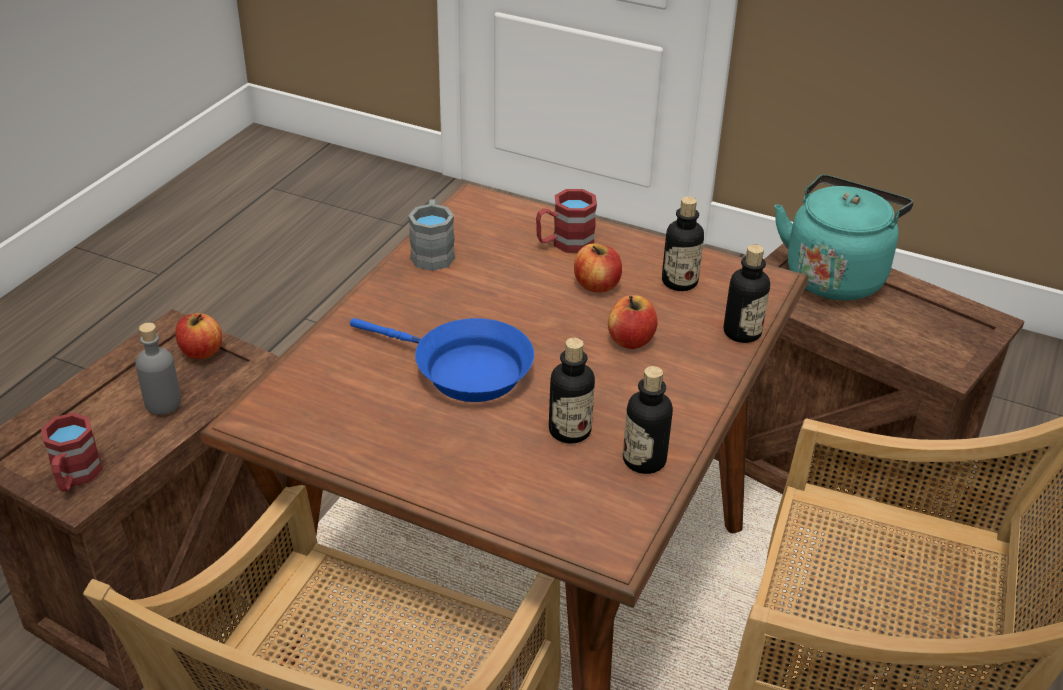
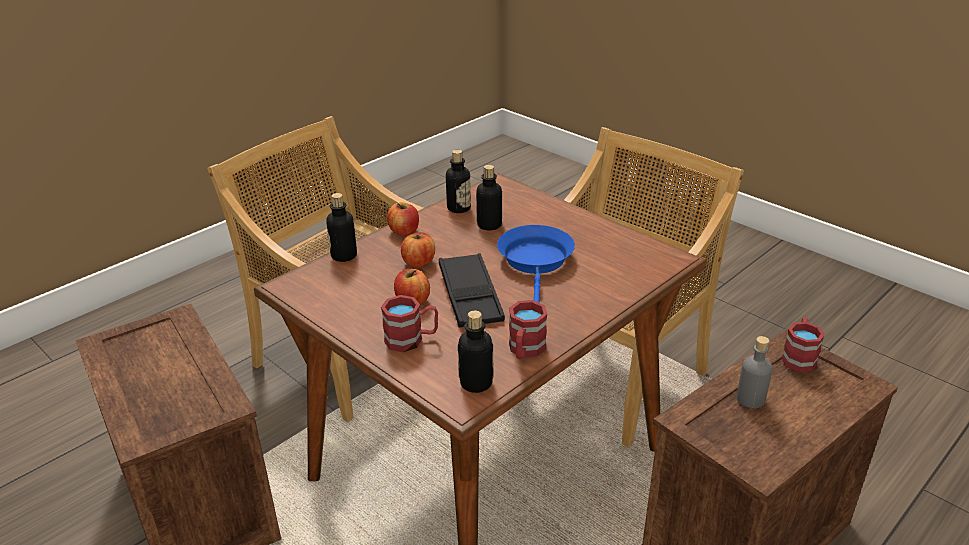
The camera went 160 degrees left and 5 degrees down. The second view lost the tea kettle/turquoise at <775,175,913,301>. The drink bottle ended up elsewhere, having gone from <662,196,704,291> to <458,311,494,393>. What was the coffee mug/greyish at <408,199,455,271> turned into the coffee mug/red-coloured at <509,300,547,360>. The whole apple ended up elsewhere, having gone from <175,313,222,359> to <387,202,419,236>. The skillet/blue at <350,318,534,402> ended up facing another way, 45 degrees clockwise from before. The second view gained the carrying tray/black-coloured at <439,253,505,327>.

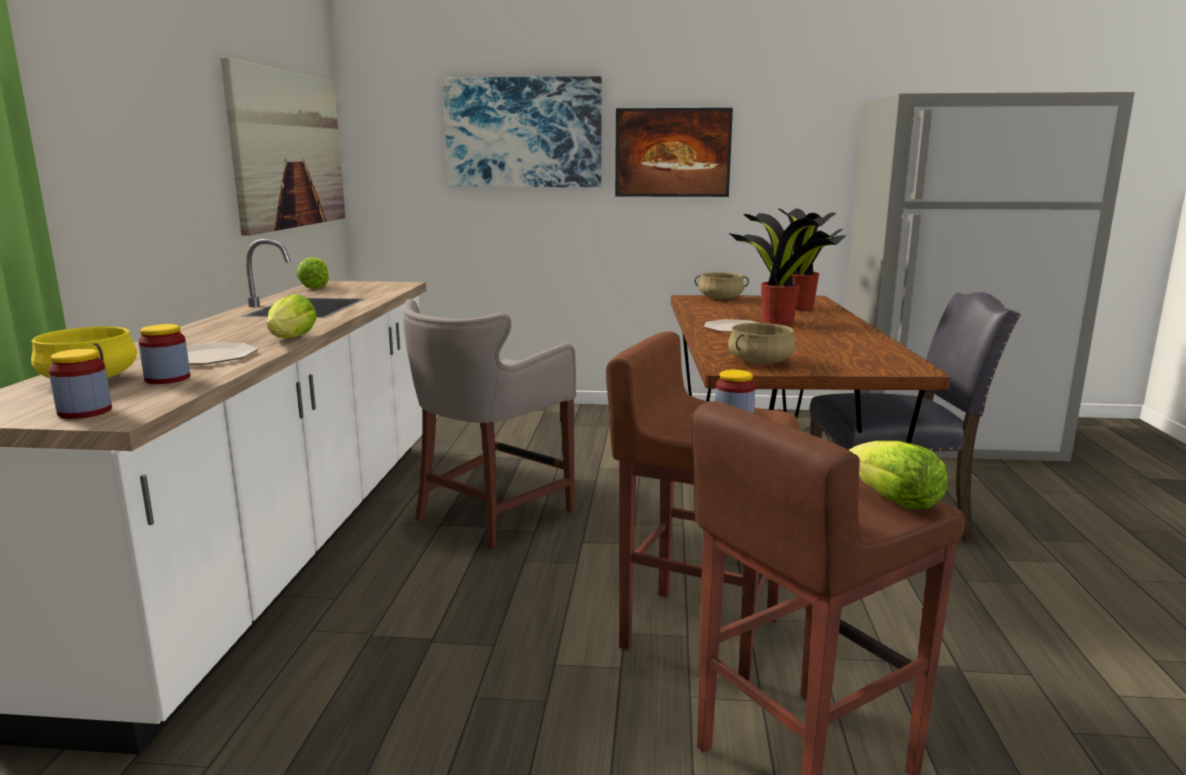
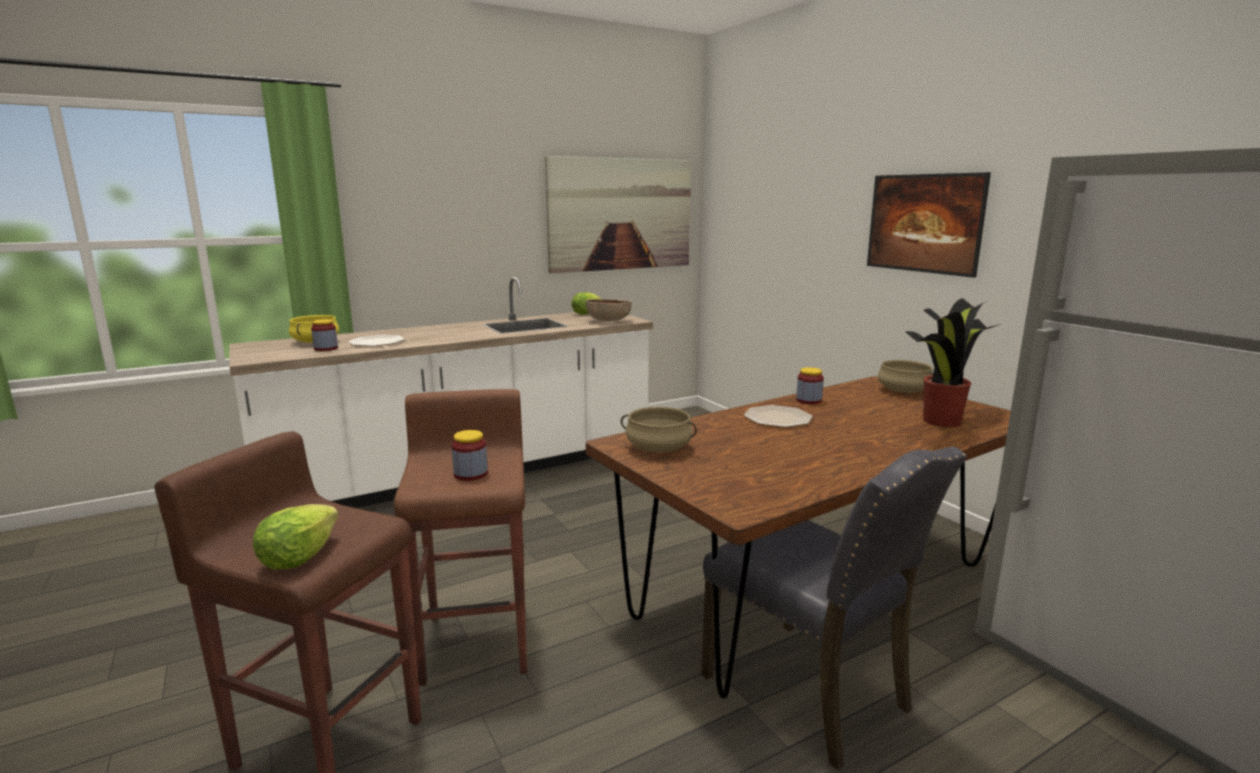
The camera went 55 degrees right and 0 degrees up. The second view lost the wall art at <443,76,602,187>. The second view lost the plant in a pot at <729,213,847,325>. The second view lost the head of lettuce at <267,294,317,338>. The second view lost the stool seat/greyish at <403,299,576,549>. The jar ended up elsewhere, having gone from <48,349,112,419> to <796,367,824,404>. The second view gained the deep dish/brown-coloured at <586,299,632,322>.

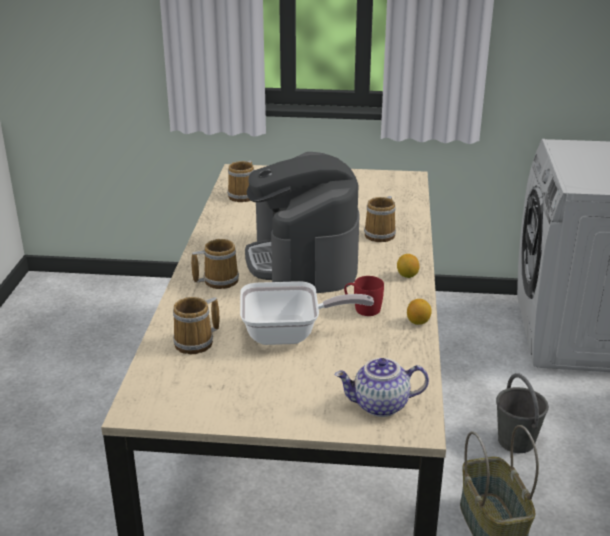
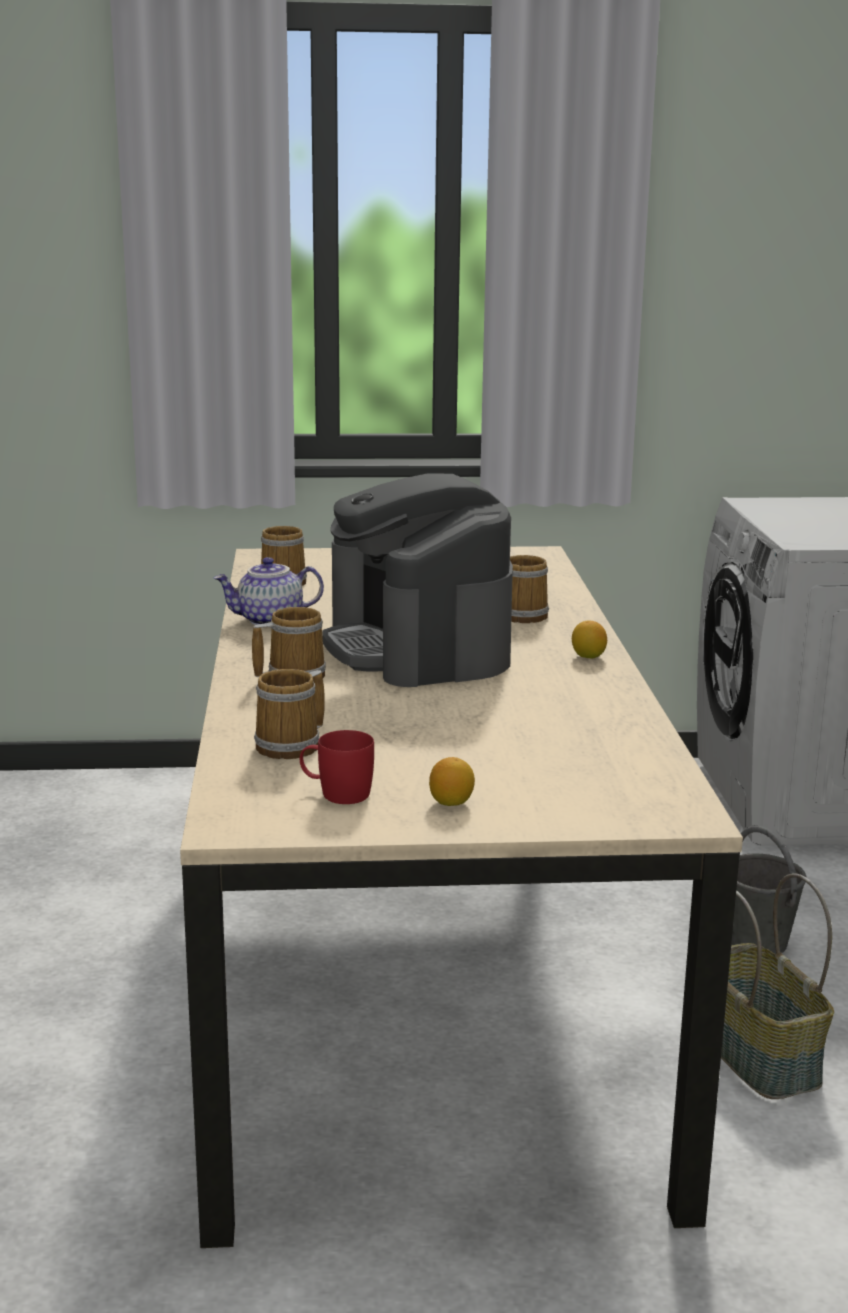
The camera went 10 degrees left and 10 degrees down. The coffee mug/red-coloured ended up elsewhere, having gone from <344,276,384,316> to <300,730,374,804>. The second view lost the skillet at <240,281,374,345>. The whole lemon ended up elsewhere, having gone from <407,299,432,325> to <429,757,475,806>. The teapot ended up elsewhere, having gone from <334,358,429,417> to <214,557,324,625>.

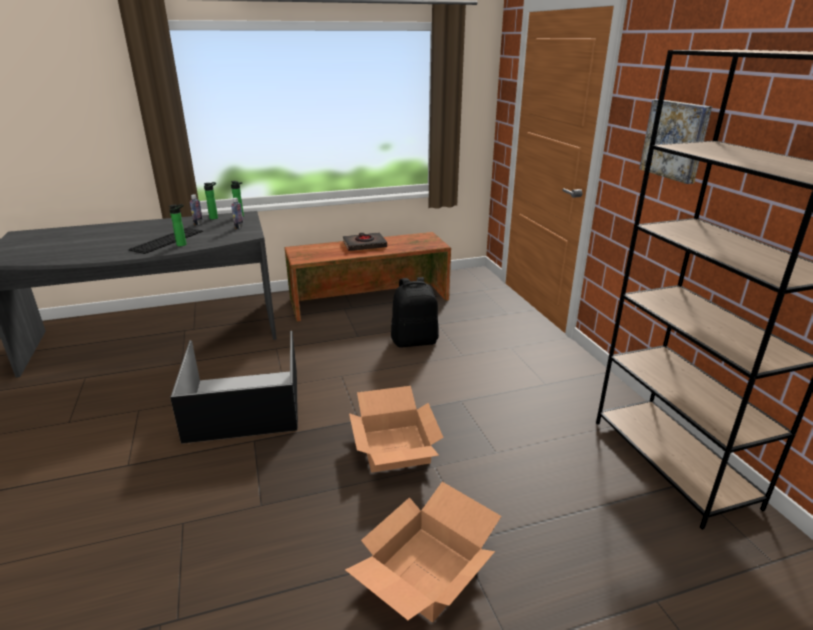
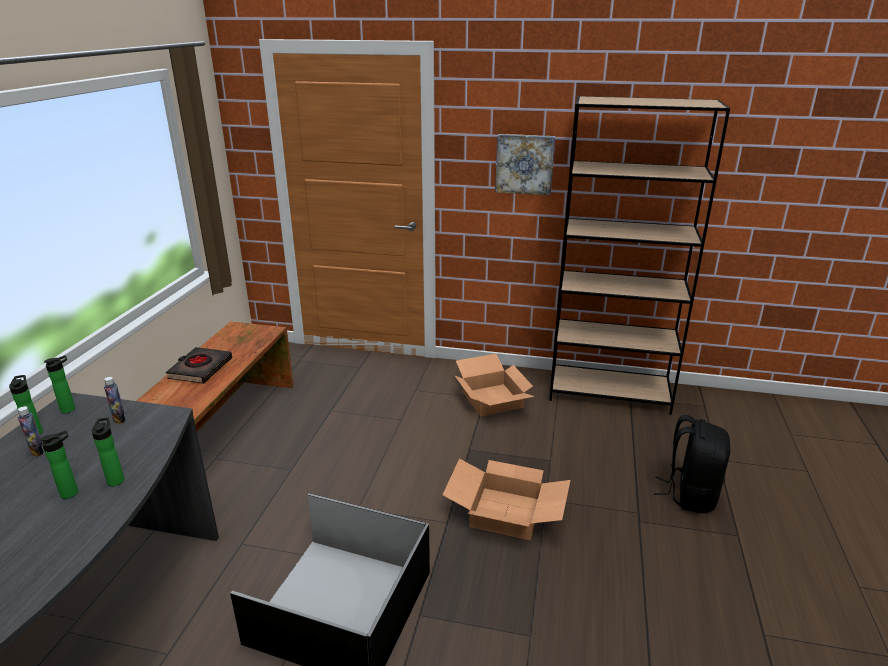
The camera went 60 degrees left and 0 degrees up. Where the keyboard stood at <129,228,203,254>, the drink bottle came to stand at <40,430,78,499>. The rucksack/black-coloured ended up elsewhere, having gone from <391,277,439,347> to <654,415,730,513>. The carton ended up elsewhere, having gone from <345,482,501,622> to <454,354,535,416>.

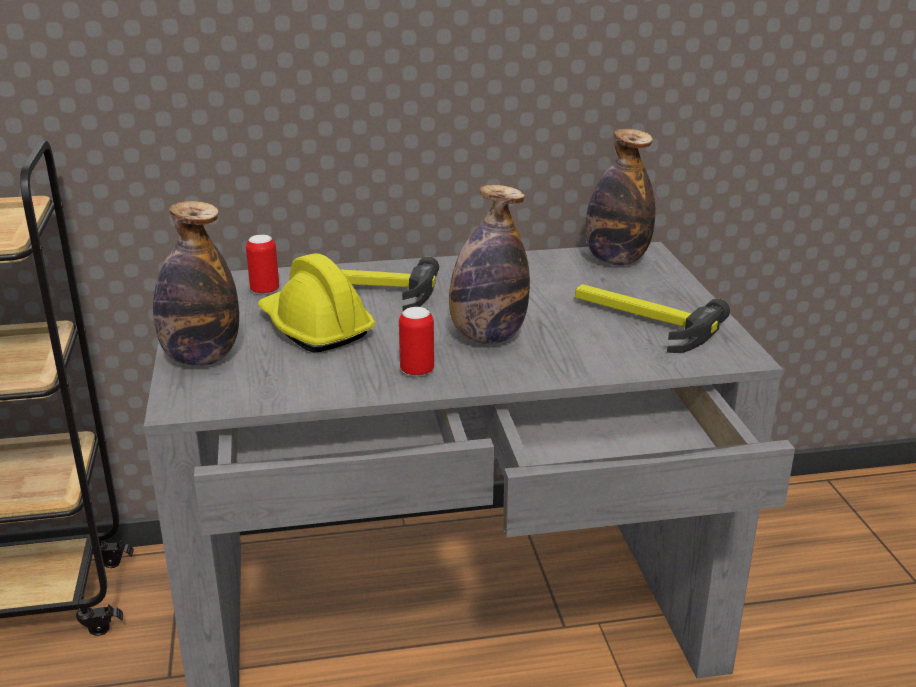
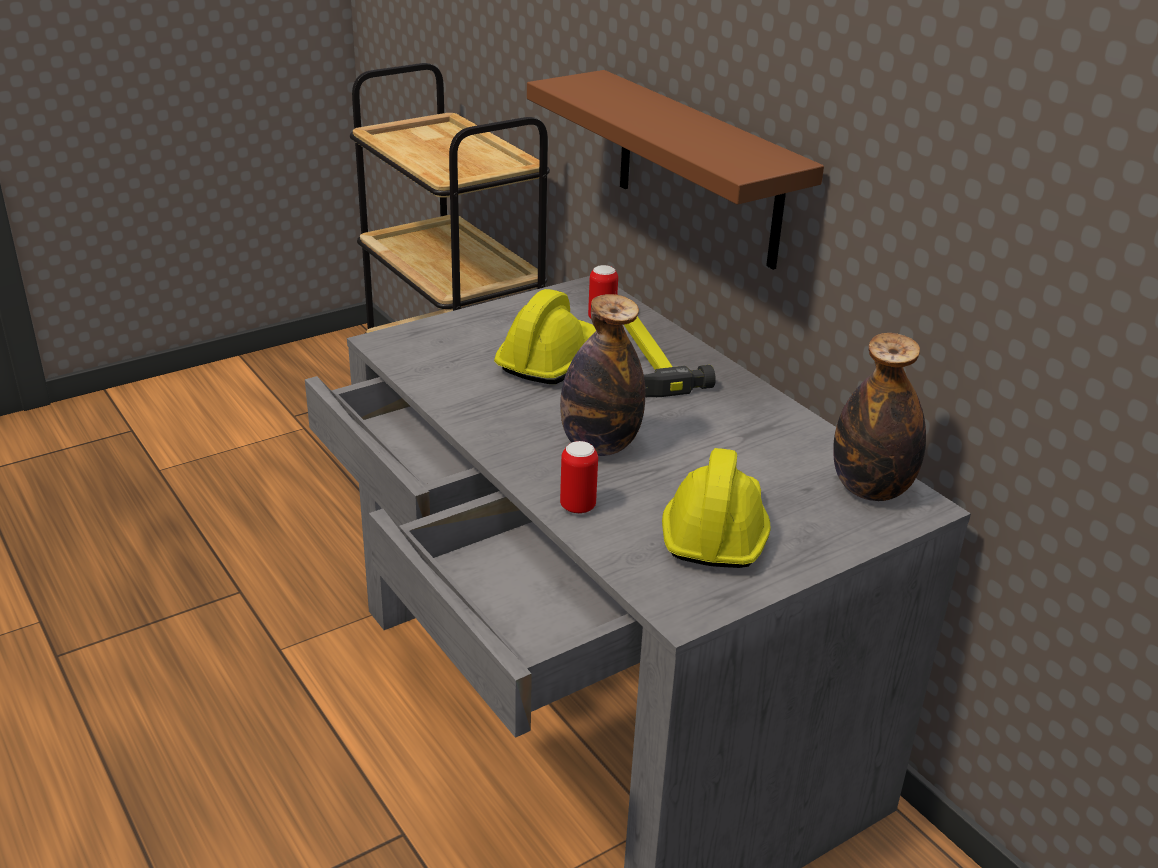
The camera went 65 degrees right and 5 degrees up. The second view lost the drink bottle at <153,201,239,366>. Where the hand hammer stood at <575,284,730,353>, the hard hat/yellow-coloured came to stand at <662,448,771,568>. The can ended up elsewhere, having gone from <399,307,434,377> to <560,441,598,514>. The second view gained the bracket shelf/brown-coloured at <527,70,824,270>.

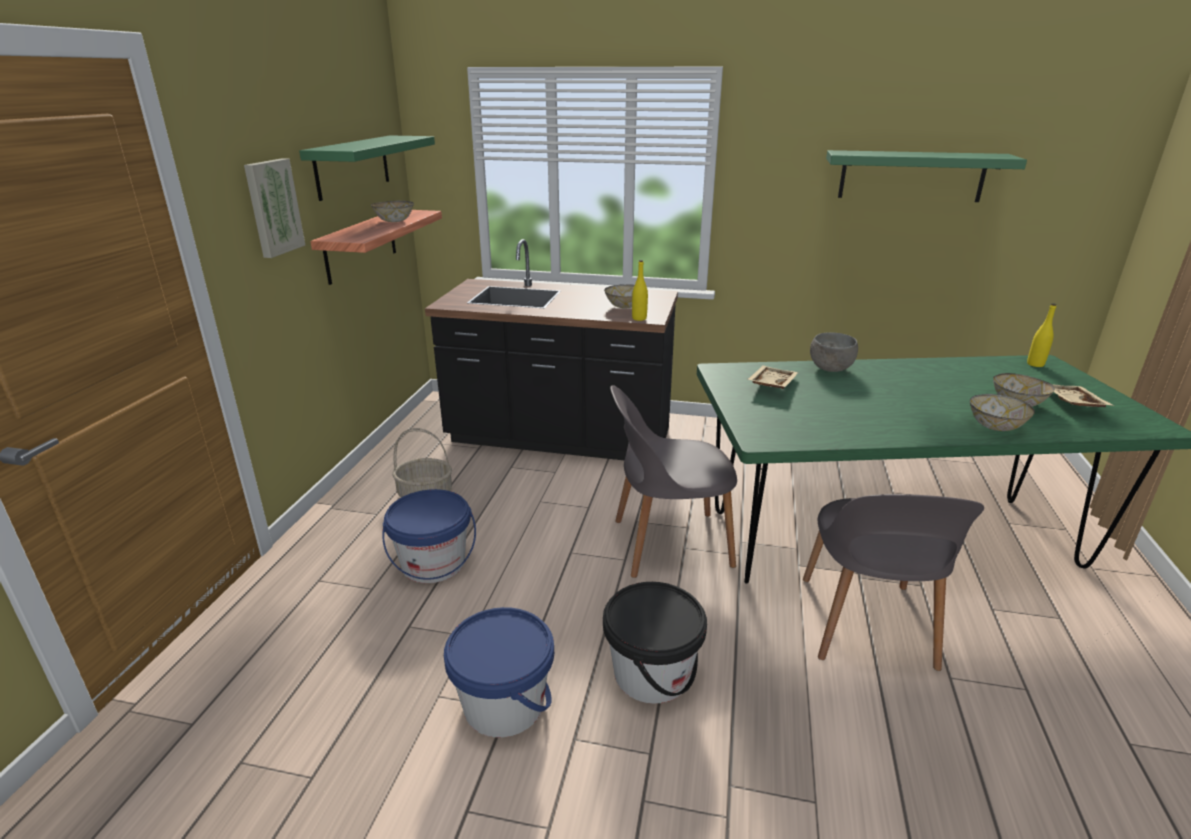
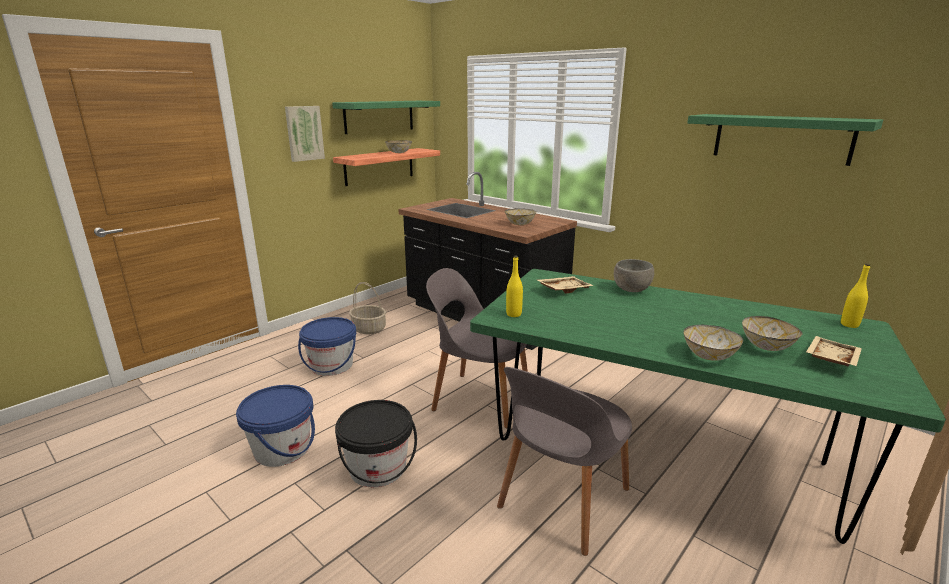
The camera went 30 degrees right and 5 degrees down. The drink bottle/yellow-coloured ended up elsewhere, having gone from <632,260,648,321> to <506,255,523,317>.

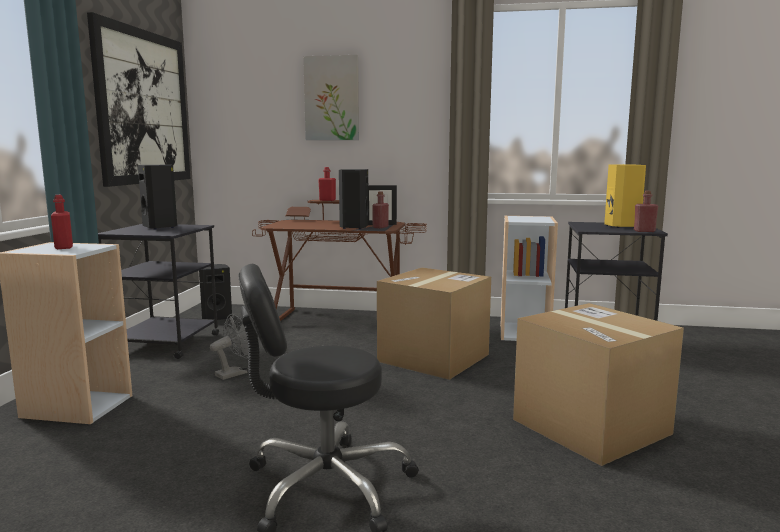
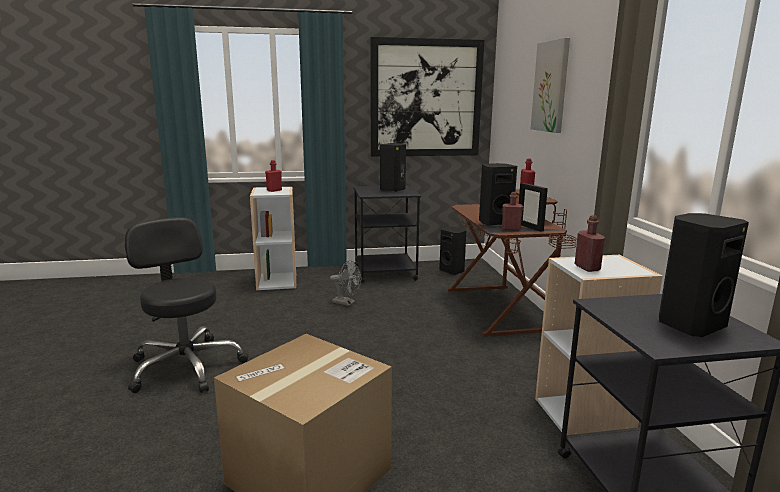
The camera went 70 degrees right and 5 degrees up. What was the speaker/yellow-coloured at <604,164,646,228> turned into the speaker/black-coloured at <659,213,749,337>. The drink bottle/red-coloured ended up elsewhere, having gone from <634,191,658,232> to <575,215,605,272>. The second view lost the carton at <377,268,491,380>.

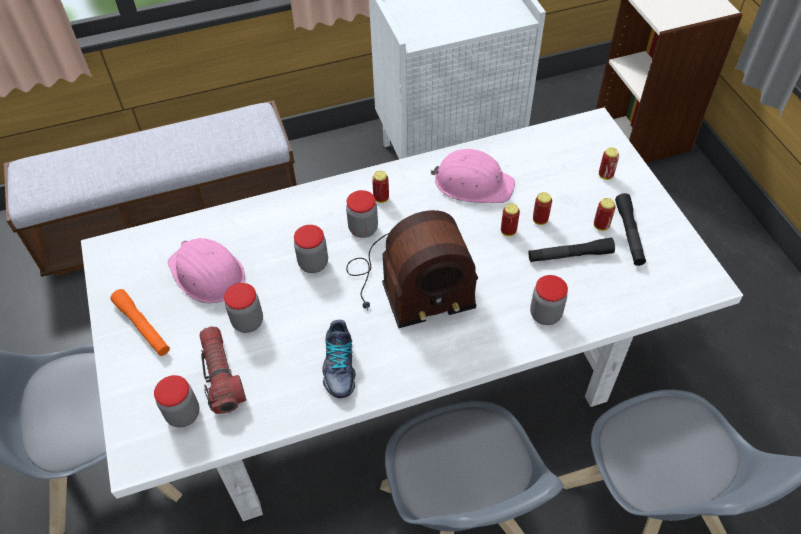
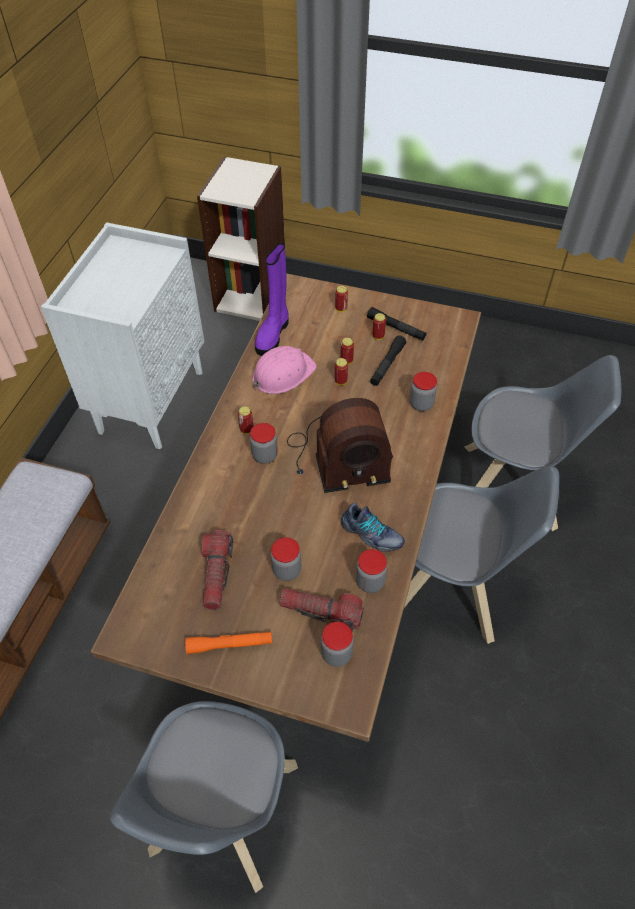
The camera went 55 degrees left and 0 degrees up. What was the dining table/white-coloured at <81,107,743,521> turned into the dining table/brown-coloured at <91,273,481,742>. The radio receiver at <346,210,478,328> ended up facing another way, 60 degrees clockwise from before. The jar ended up elsewhere, having gone from <294,225,328,273> to <356,549,387,593>. Where the hard hat/pinkish stood at <168,238,245,303>, the hand torch came to stand at <201,530,234,610>. The second view gained the high-top boot/purple at <255,243,289,356>.

